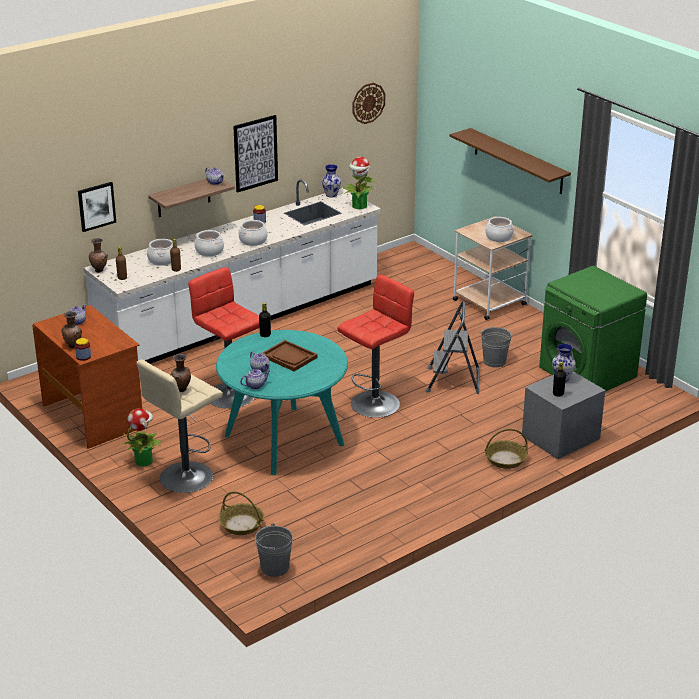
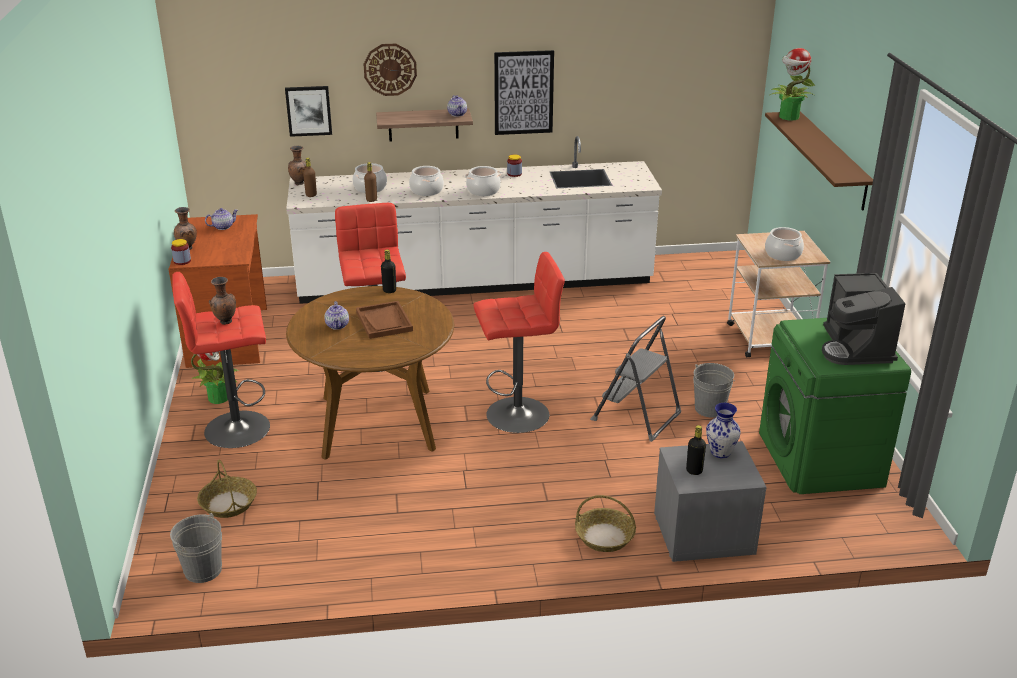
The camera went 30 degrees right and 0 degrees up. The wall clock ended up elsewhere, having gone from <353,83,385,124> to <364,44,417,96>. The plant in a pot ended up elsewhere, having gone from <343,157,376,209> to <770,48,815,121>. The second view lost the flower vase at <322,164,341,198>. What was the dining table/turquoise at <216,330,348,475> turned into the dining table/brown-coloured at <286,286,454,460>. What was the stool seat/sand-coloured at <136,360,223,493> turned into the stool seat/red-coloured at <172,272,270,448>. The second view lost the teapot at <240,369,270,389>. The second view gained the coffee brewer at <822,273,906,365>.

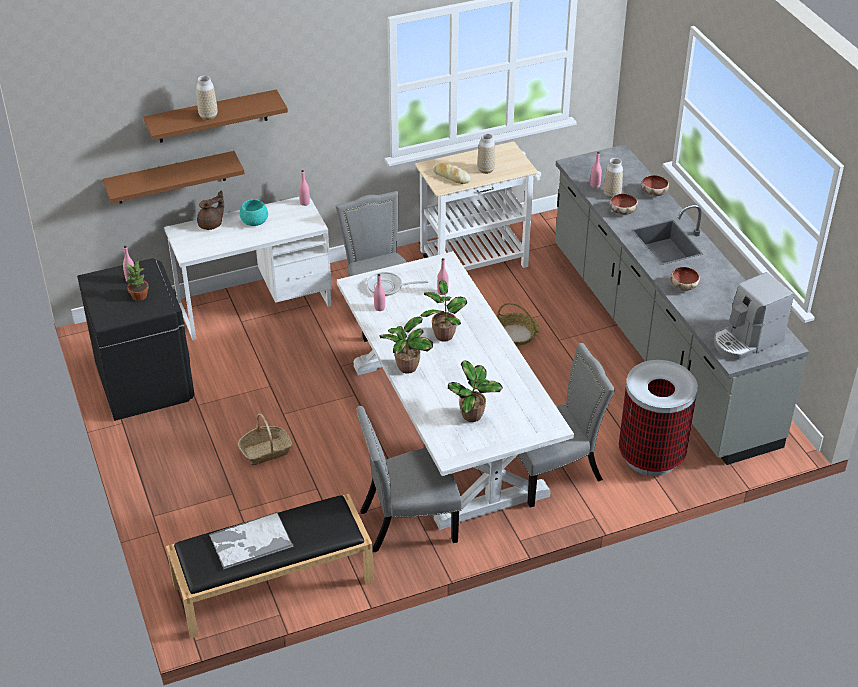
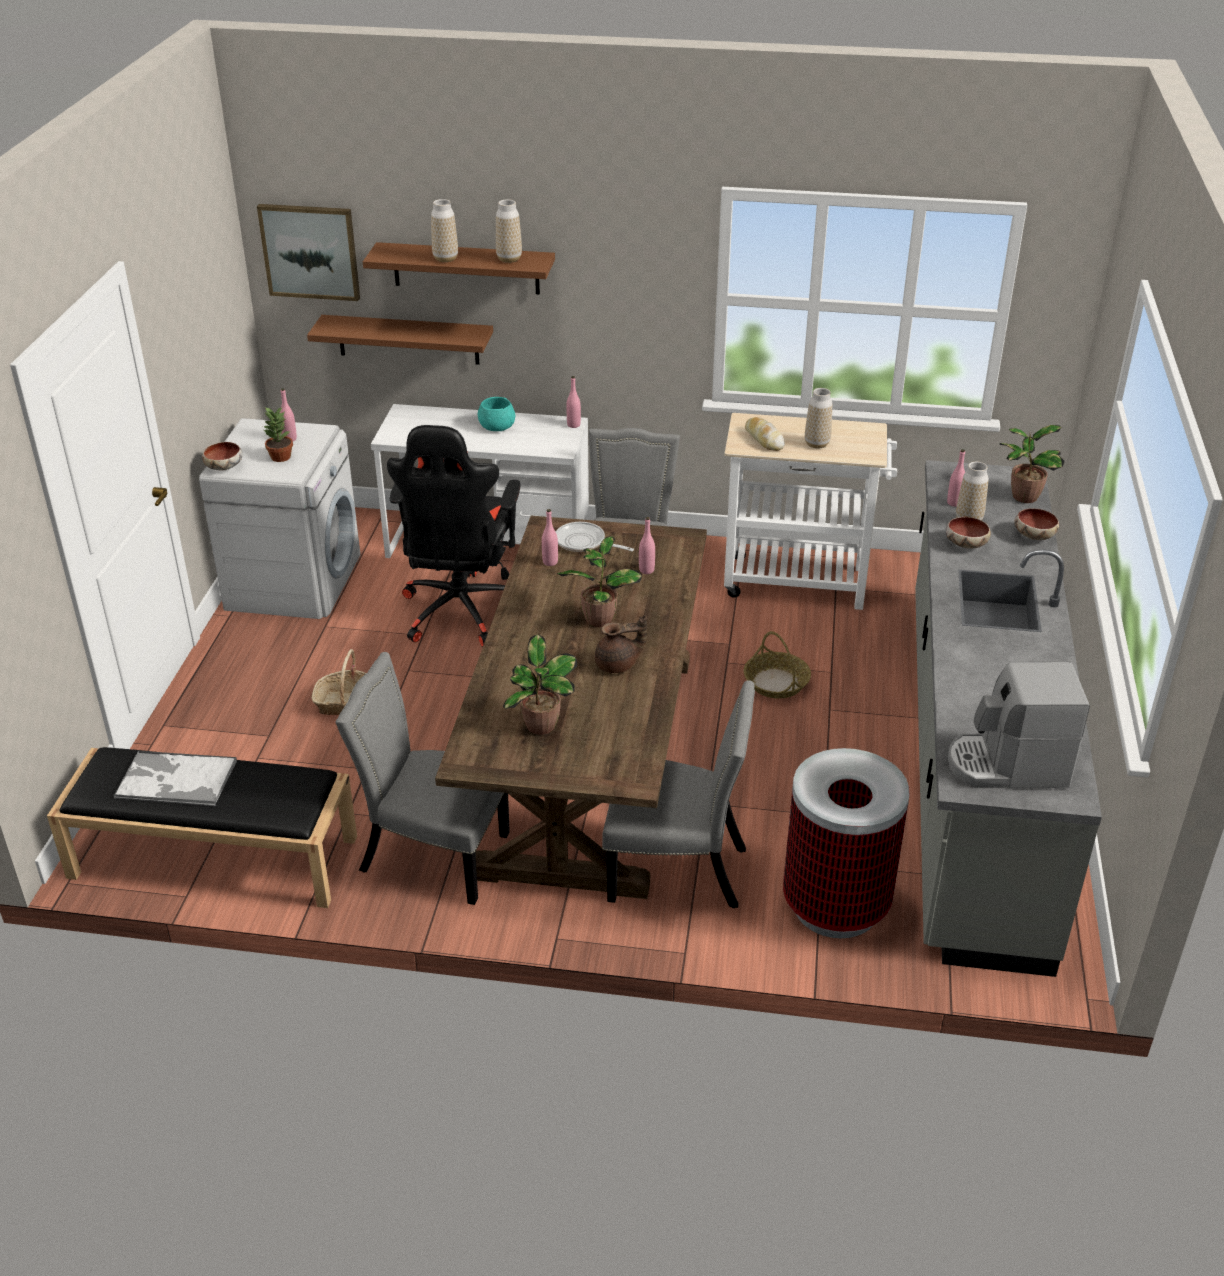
The camera went 30 degrees right and 5 degrees down. The teapot/brown-coloured ended up elsewhere, having gone from <197,190,224,230> to <595,615,647,673>. What was the dining table/white-coloured at <337,251,574,530> turned into the dining table/brown-coloured at <435,516,707,899>. What was the washing machine/black-coloured at <77,258,195,421> turned into the washing machine/white-coloured at <199,418,361,619>. The deep dish ended up elsewhere, having gone from <670,267,700,291> to <202,442,242,471>. The plant in a pot ended up elsewhere, having gone from <380,317,433,373> to <1000,425,1065,503>. The second view gained the flower vase at <496,199,522,263>. The second view gained the wall art at <257,204,360,301>. The second view gained the desk chair/black-coloured at <387,425,521,647>.

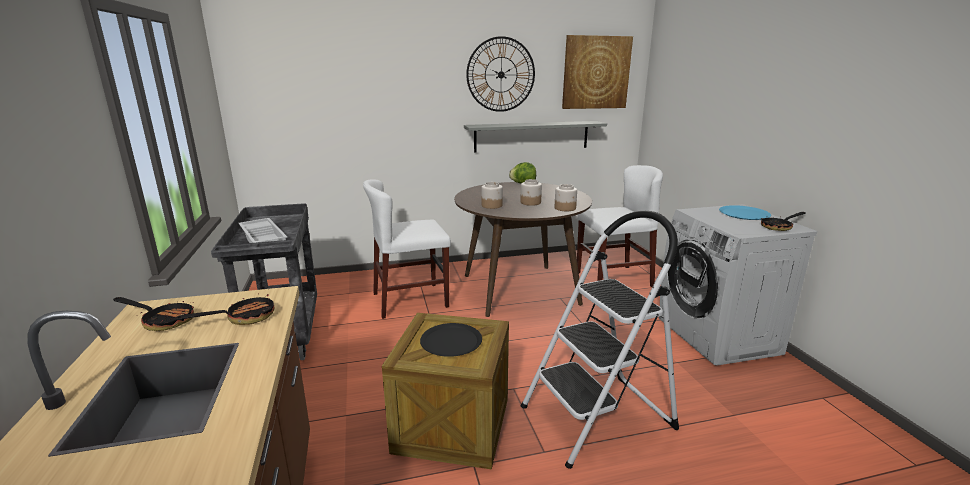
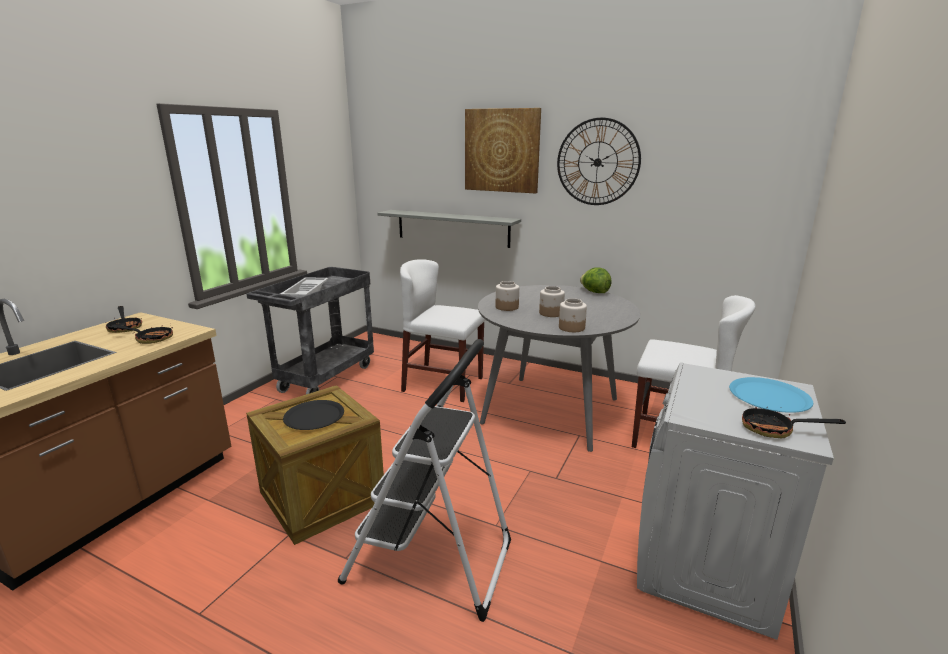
The camera went 40 degrees right and 0 degrees up. The wall art ended up elsewhere, having gone from <562,35,633,109> to <465,108,541,193>. The bracket shelf/greyish ended up elsewhere, having gone from <464,121,607,153> to <377,210,521,248>. What was the dining table/brown-coloured at <454,182,592,317> turned into the dining table/greyish at <478,285,640,452>.

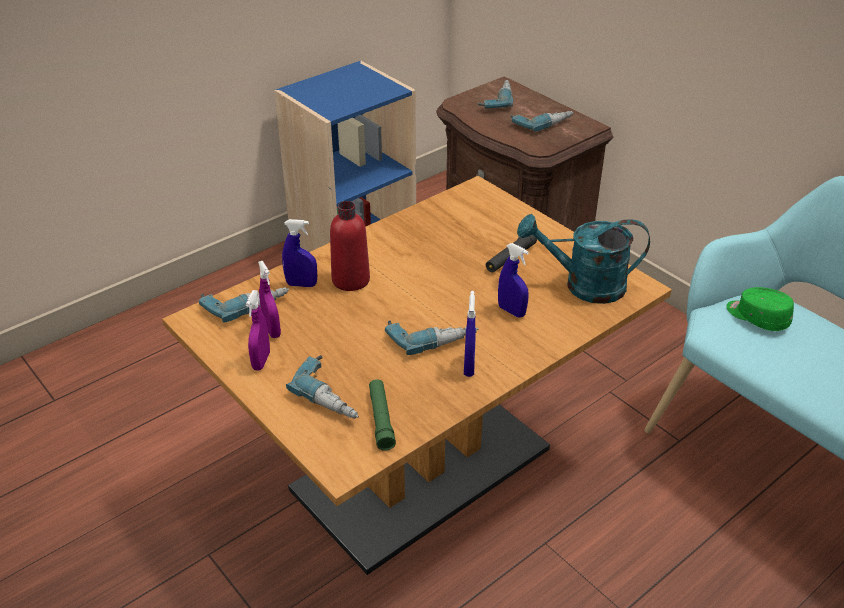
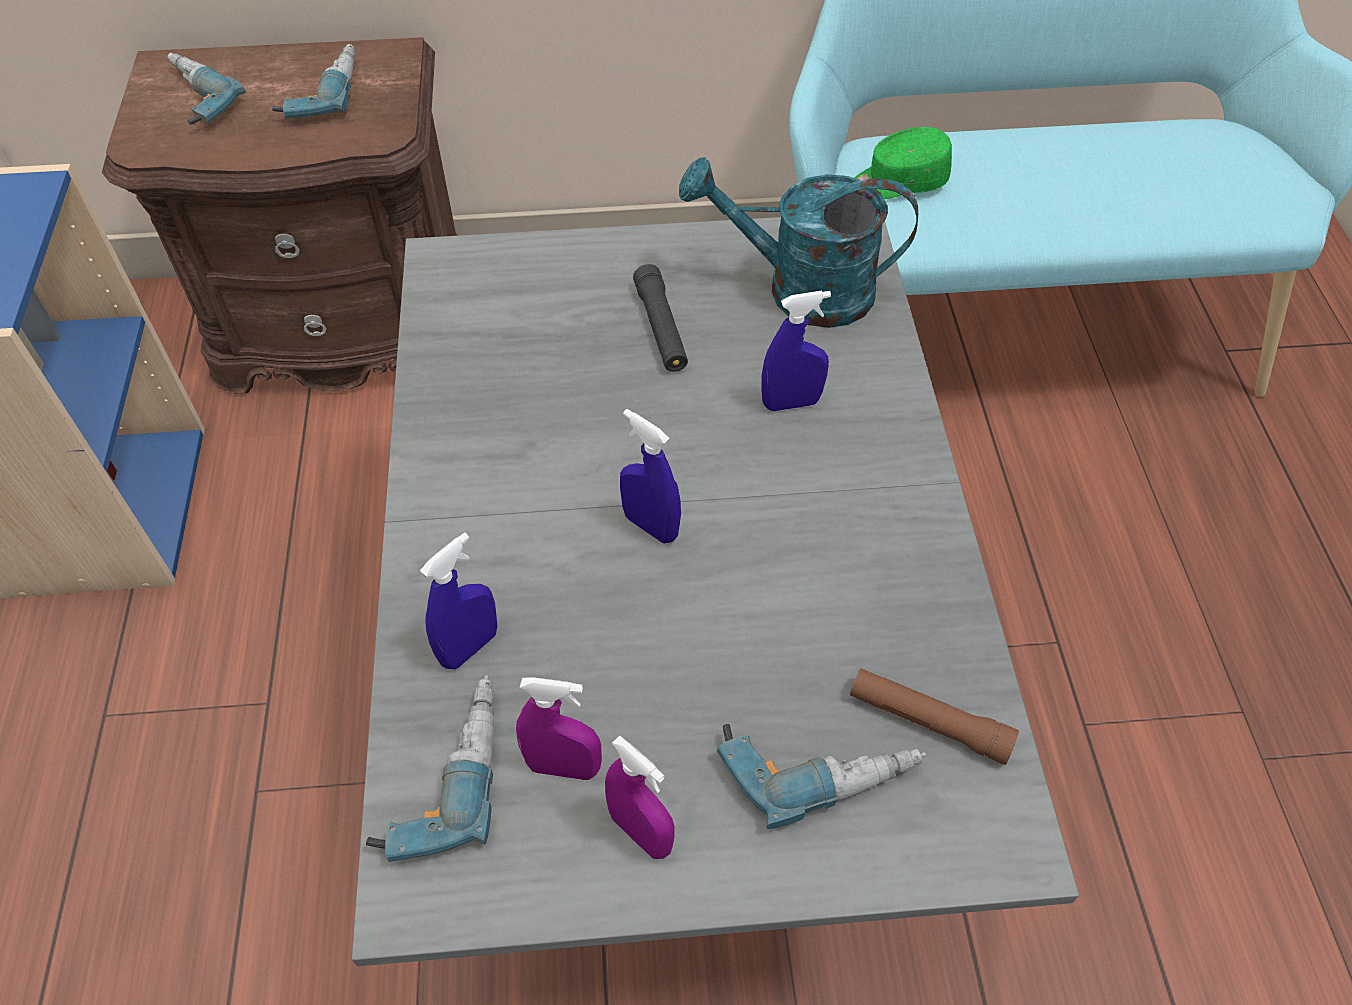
The camera went 55 degrees left and 15 degrees up. What was the dining table/brown-coloured at <162,176,672,575> turned into the dining table/greyish at <352,217,1079,966>. The second view lost the drink bottle/red-coloured at <330,201,370,291>. The watering can/turquoise at <517,214,650,304> ended up facing another way, 60 degrees clockwise from before. The sprayer/blue ended up elsewhere, having gone from <464,291,476,377> to <620,409,681,543>. The second view lost the power drill at <385,321,478,355>. What was the hand torch/greenish at <369,379,396,451> turned into the hand torch/brown-coloured at <850,668,1019,765>.

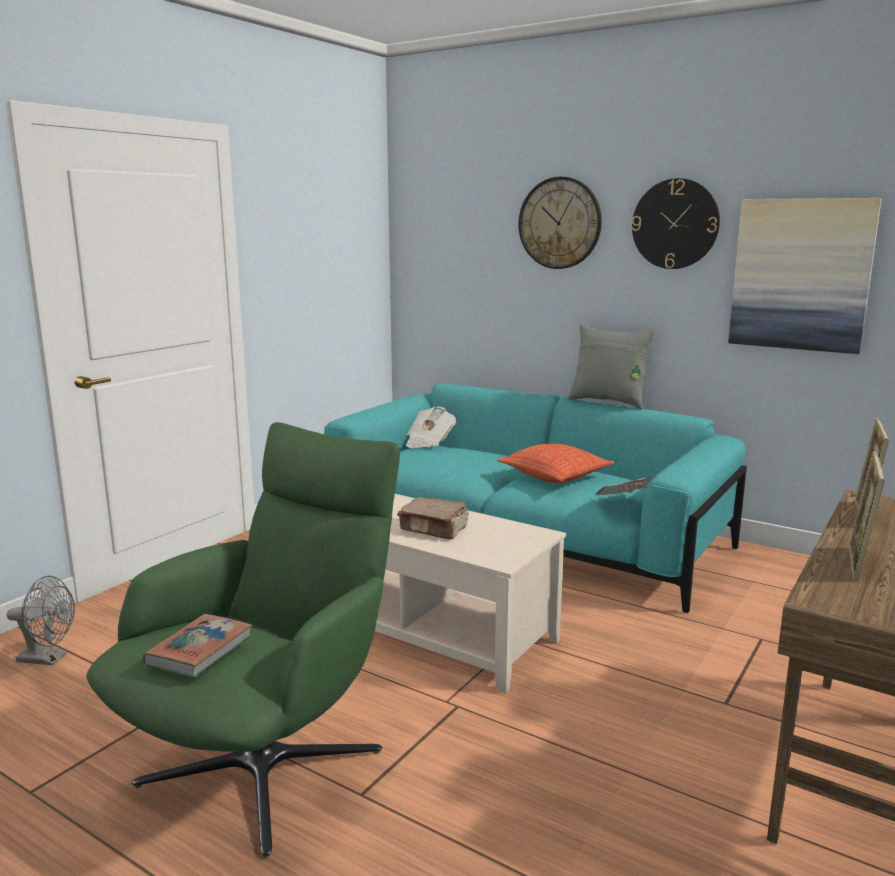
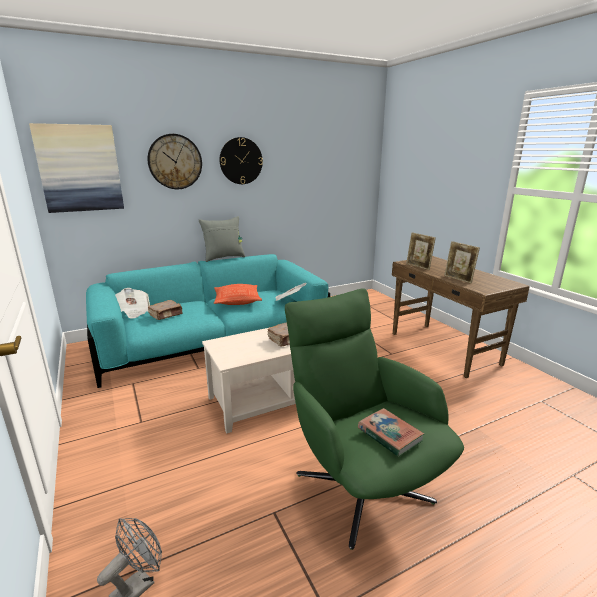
The camera went 60 degrees left and 5 degrees up. The wall art ended up elsewhere, having gone from <728,198,881,354> to <29,123,124,213>. The second view gained the bound book/brown-coloured at <148,300,183,320>.

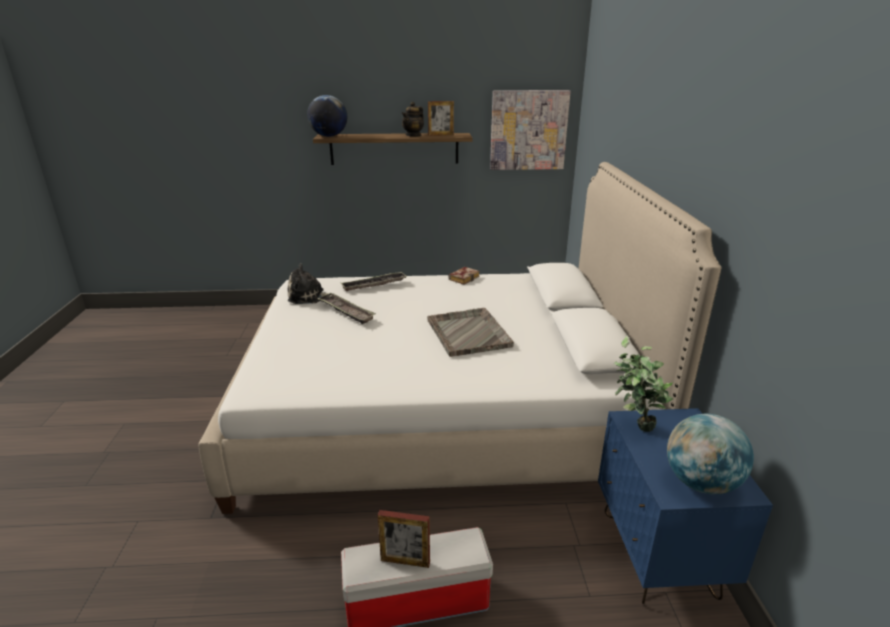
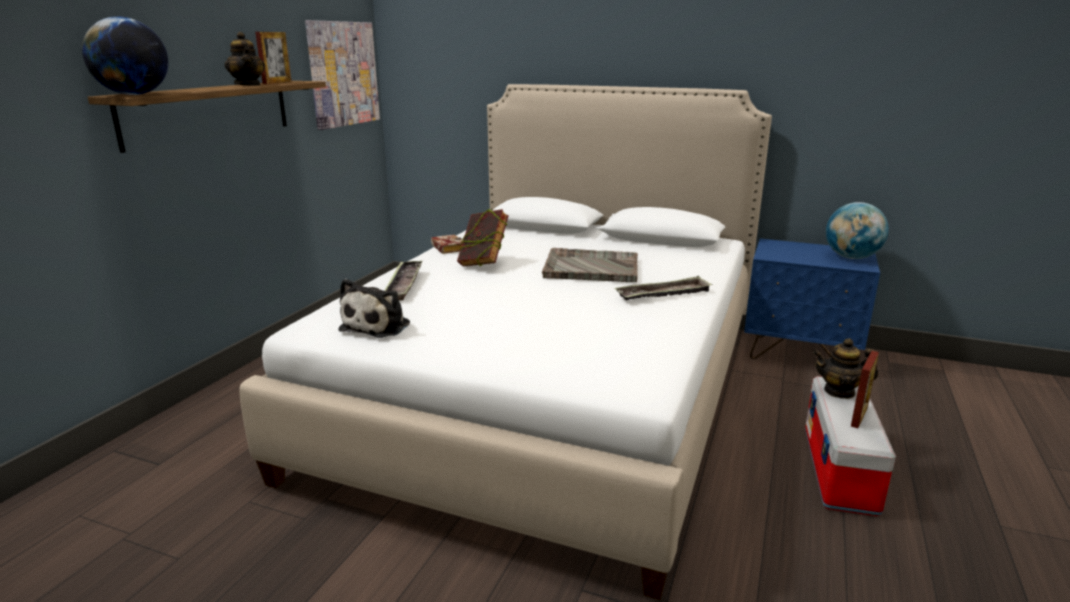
The camera went 65 degrees left and 5 degrees down. The carrying tray ended up elsewhere, having gone from <317,292,376,324> to <615,276,712,300>. The second view lost the plant in a pot at <614,336,673,432>. The second view gained the bound book at <457,209,509,267>. The second view gained the teapot at <813,338,878,399>.

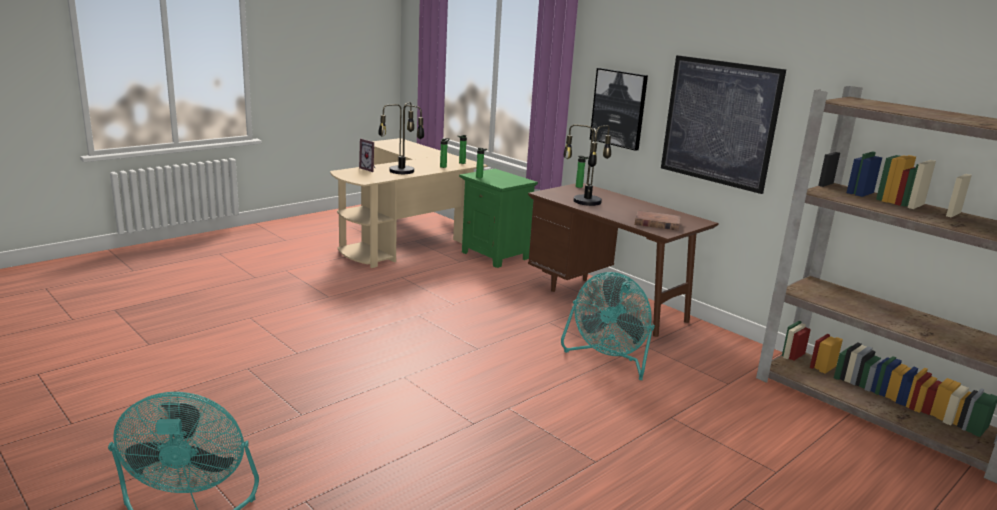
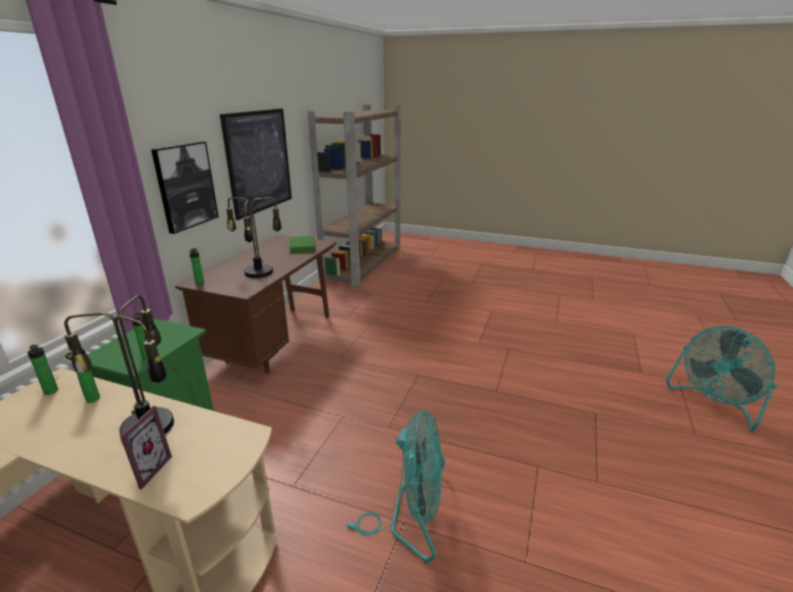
The camera went 115 degrees left and 5 degrees up. What was the bound book/brown-coloured at <635,210,681,231> turned into the bound book/greenish at <290,236,315,253>. The fan/turquoise ended up elsewhere, having gone from <561,272,655,380> to <346,410,445,565>.

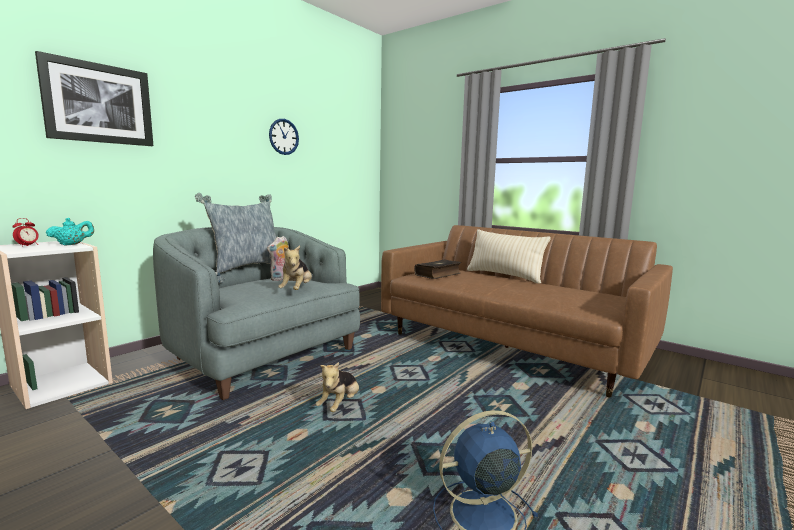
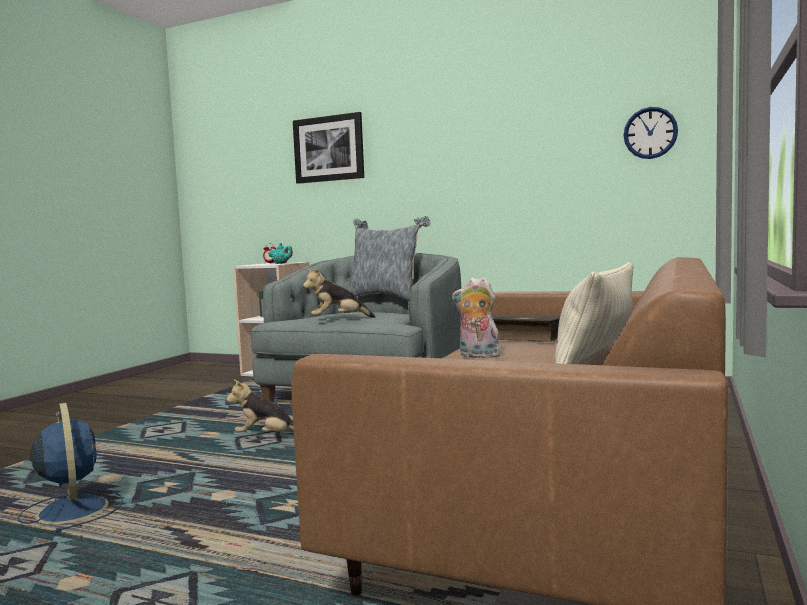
The camera went 75 degrees right and 5 degrees down. The wall clock ended up elsewhere, having gone from <269,119,299,155> to <624,107,678,159>. The plush toy ended up elsewhere, having gone from <267,236,289,281> to <452,277,500,358>.

